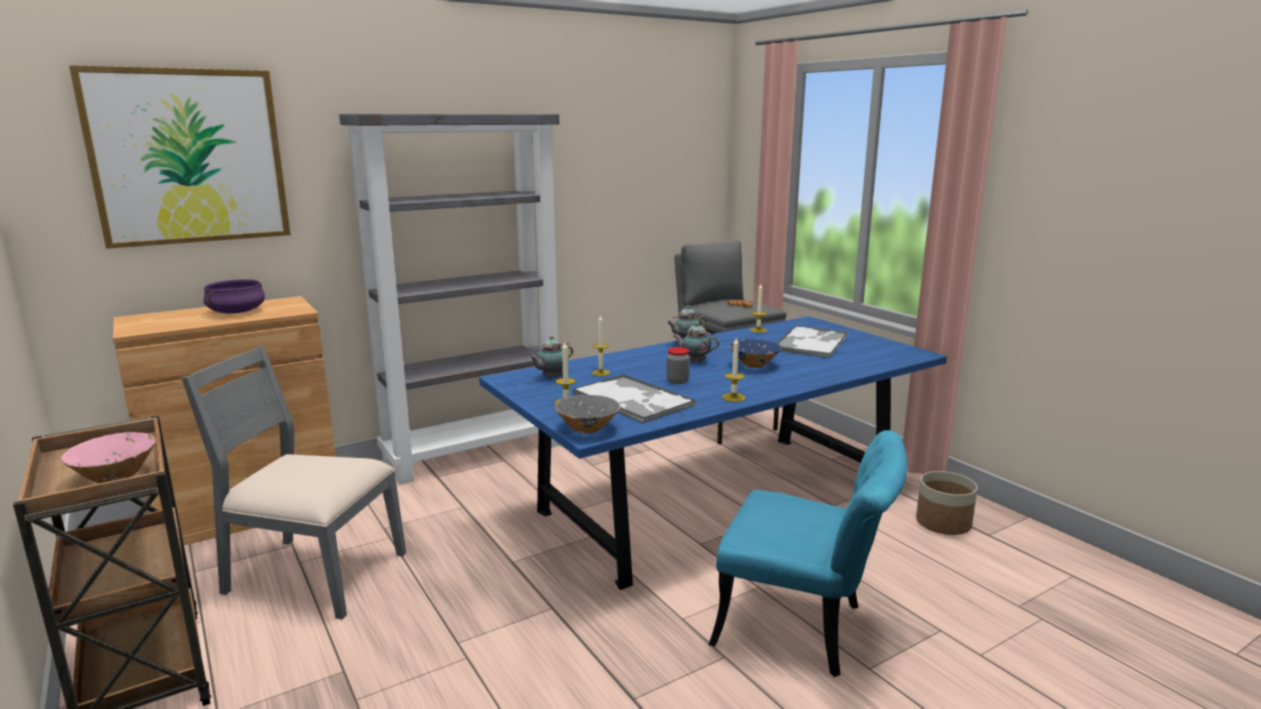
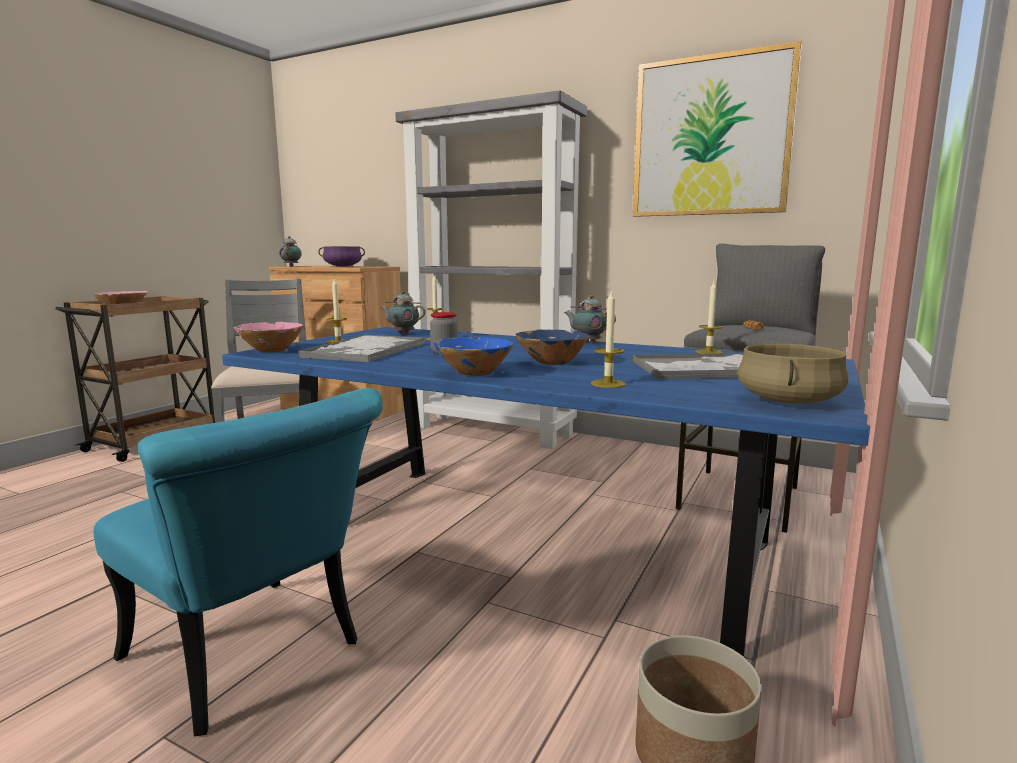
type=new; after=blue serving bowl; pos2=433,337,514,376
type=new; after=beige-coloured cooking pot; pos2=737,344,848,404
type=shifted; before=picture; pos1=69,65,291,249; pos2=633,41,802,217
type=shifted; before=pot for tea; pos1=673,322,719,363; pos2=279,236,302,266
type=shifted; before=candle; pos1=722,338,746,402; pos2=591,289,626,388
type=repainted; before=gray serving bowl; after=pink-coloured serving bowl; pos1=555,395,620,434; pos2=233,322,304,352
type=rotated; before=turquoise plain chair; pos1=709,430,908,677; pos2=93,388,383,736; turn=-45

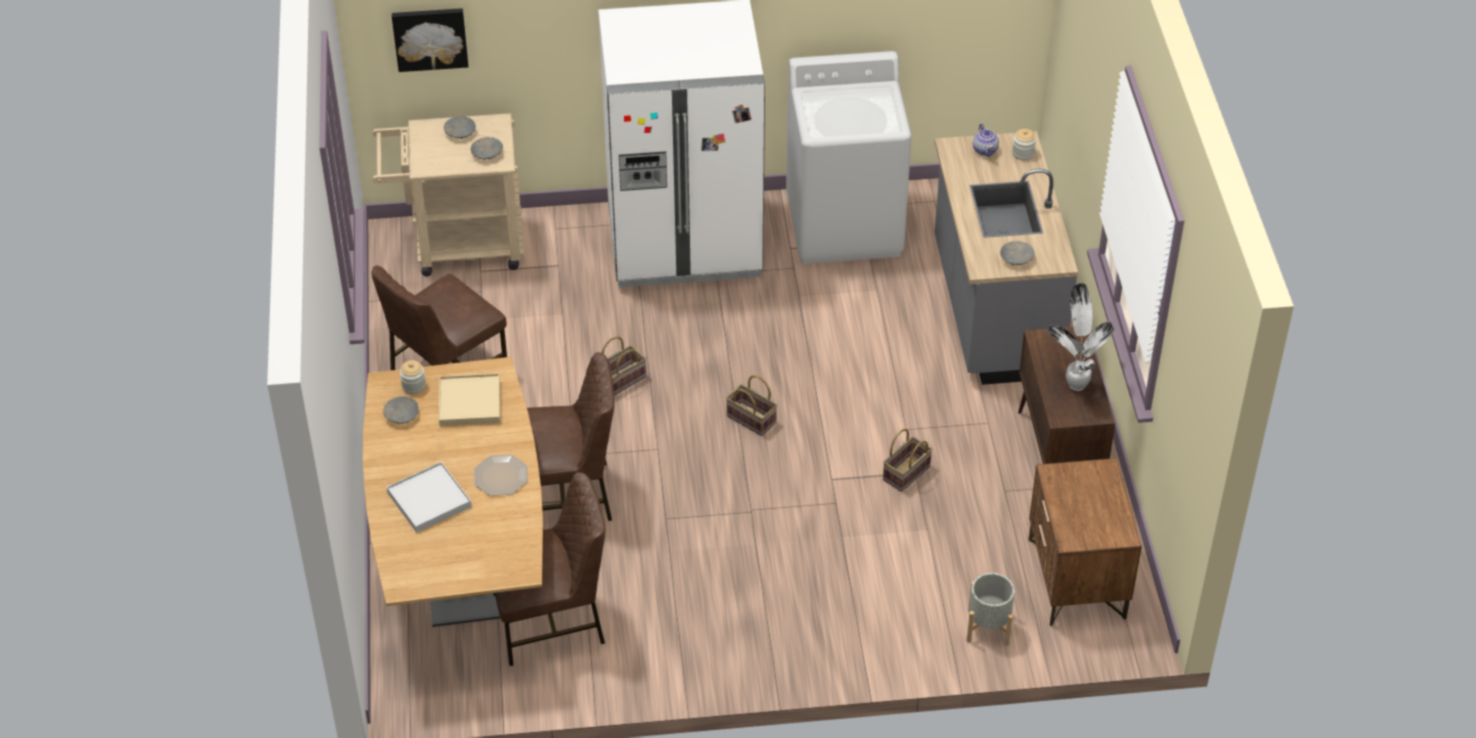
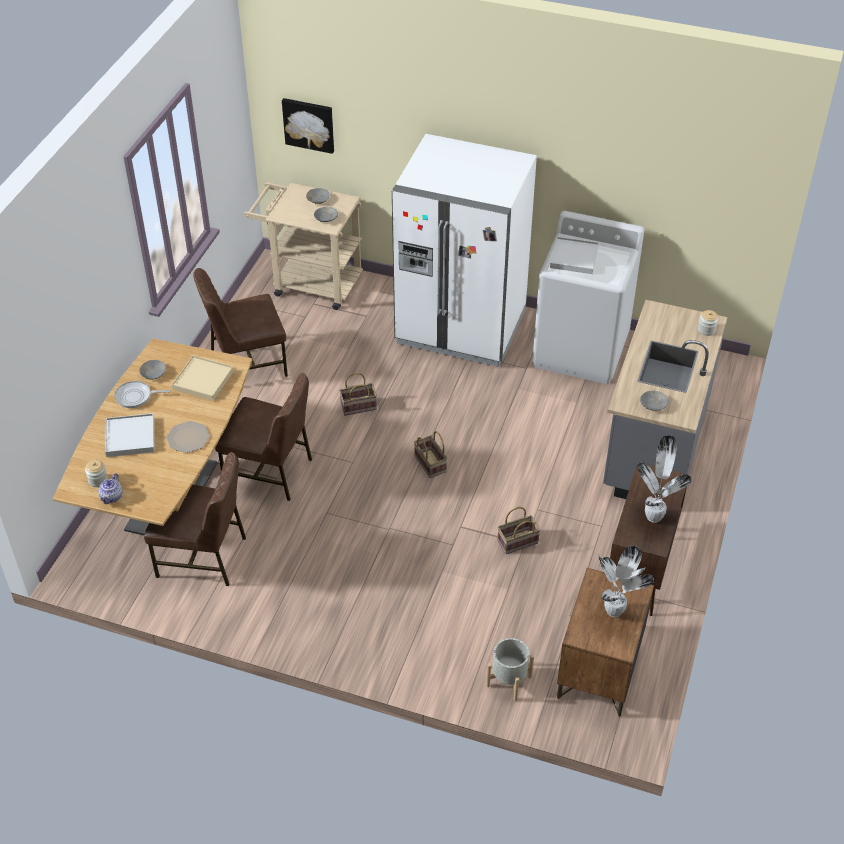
type=new; after=skillet; pos2=114,381,170,408
type=new; after=white-coloured carrying tray; pos2=550,237,599,274
type=new; after=plant in a pot; pos2=598,546,654,617
type=shifted; before=jar; pos1=400,360,426,394; pos2=85,460,108,487
type=shifted; before=pot for tea; pos1=973,124,999,157; pos2=98,473,123,504

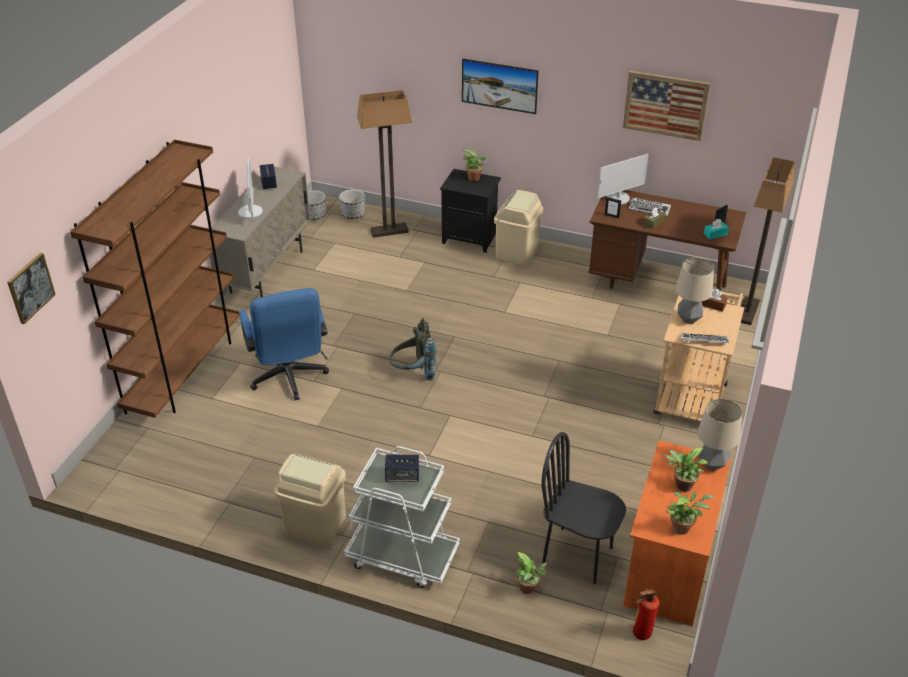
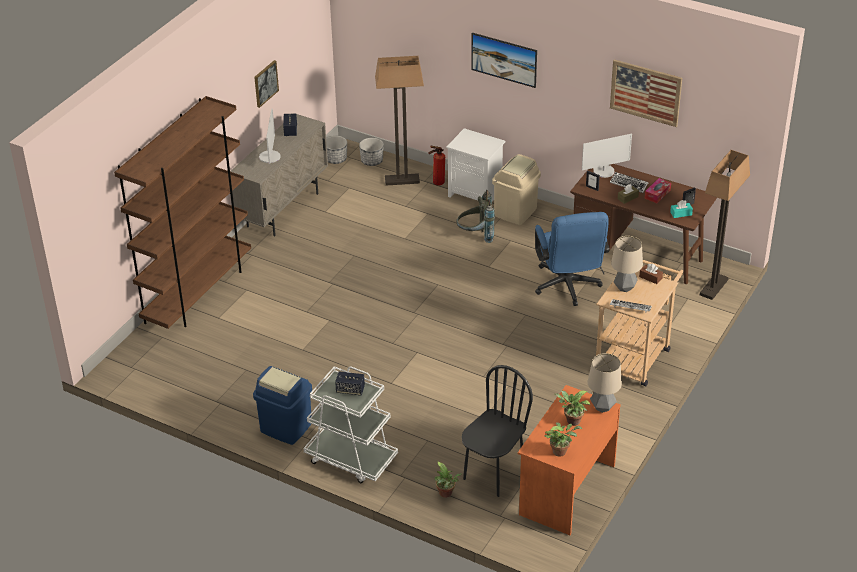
type=gone; before=plant in a pot; pos1=463,150,489,181
type=new; after=box of tissues; pos2=645,178,671,203
type=shifted; before=picture; pos1=7,253,56,324; pos2=254,60,279,108
type=shifted; before=blue office chair; pos1=239,288,329,400; pos2=535,212,610,306
type=shifted; before=gray rucksack; pos1=389,318,436,381; pos2=456,190,495,243
type=shifted; before=fire-fighting cylinder; pos1=633,589,659,640; pos2=428,146,445,185
type=repainted; before=beige-coloured waste bin; after=blue waste bin; pos1=274,454,346,546; pos2=253,366,312,445
type=repainted; before=black-coloured night table; after=white-coloured night table; pos1=440,169,501,253; pos2=446,128,505,202
type=rotated; before=black-coloured plain chair; pos1=542,432,626,584; pos2=462,365,533,497; turn=90

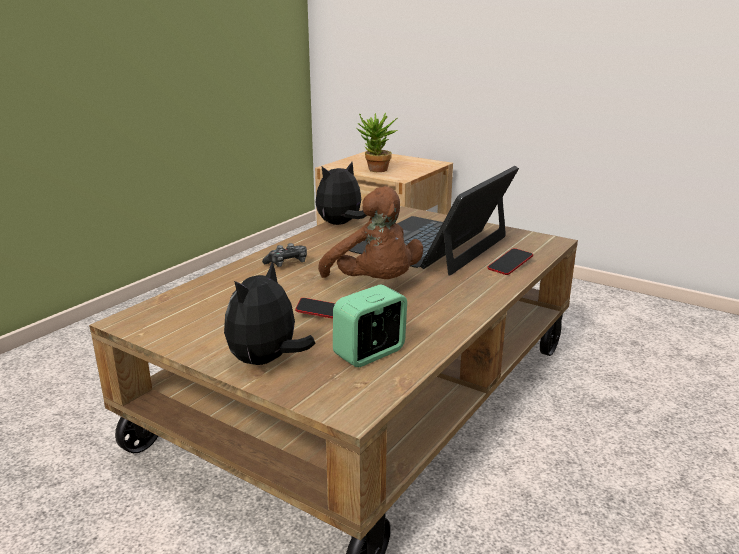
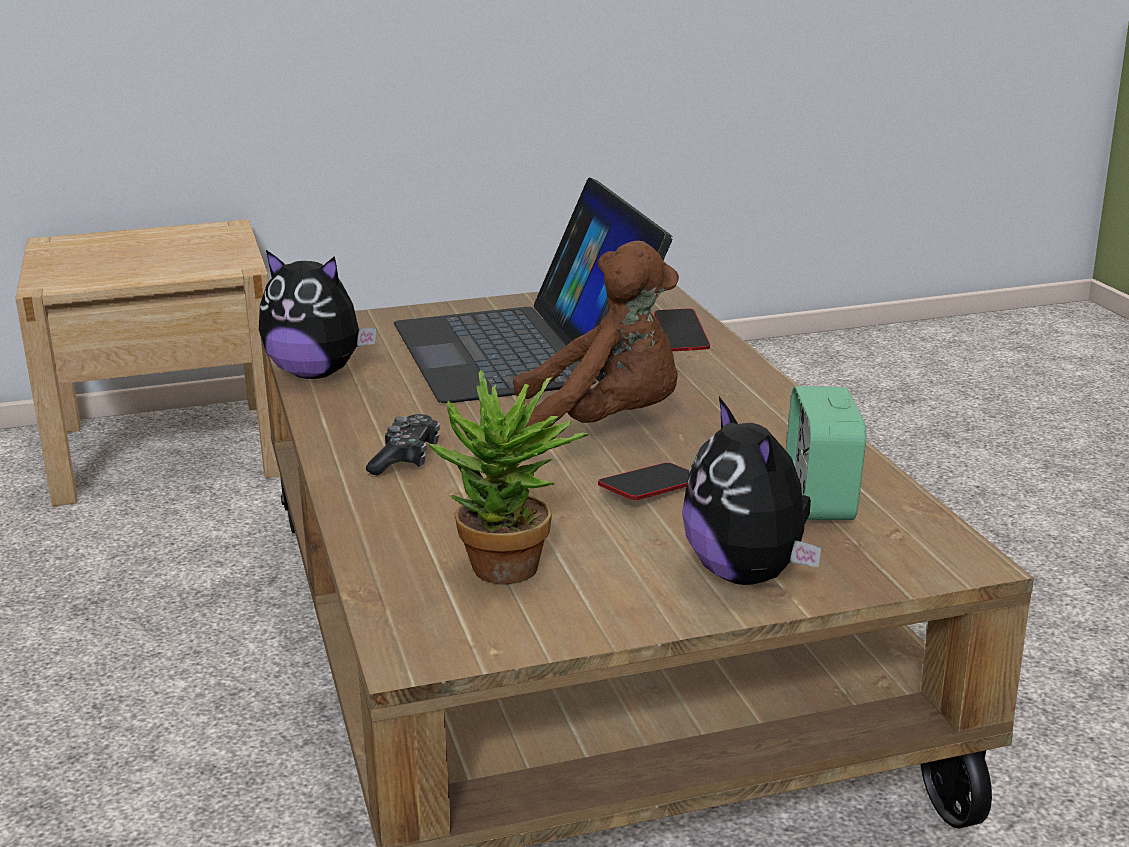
type=shifted; before=plant in a pot; pos1=357,113,398,172; pos2=427,370,589,585
type=rotated; before=plush toy; pos1=316,162,367,225; pos2=259,250,376,379; turn=-75

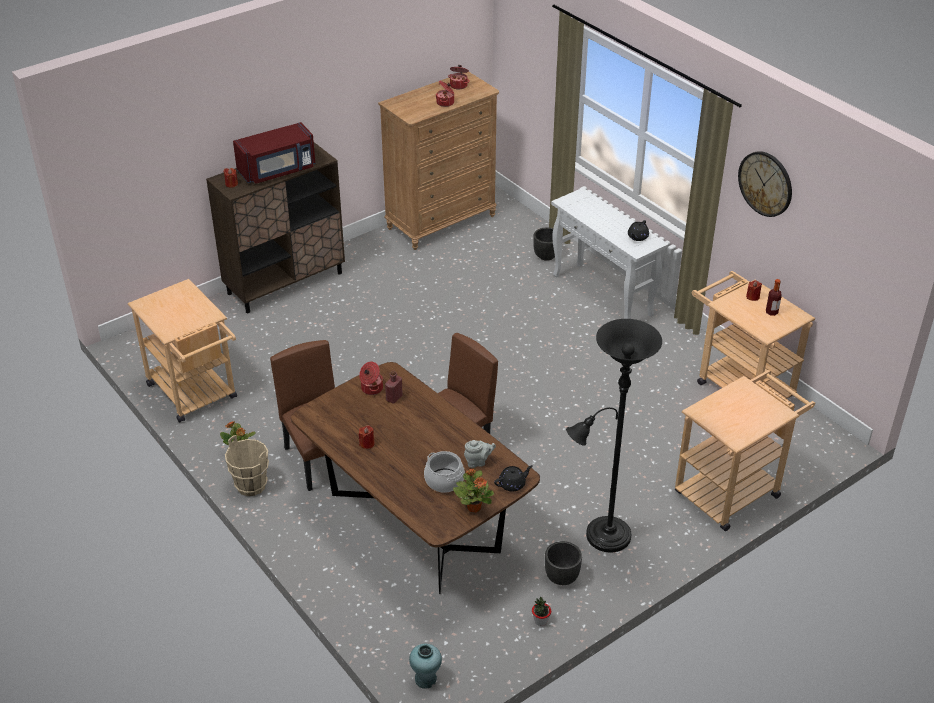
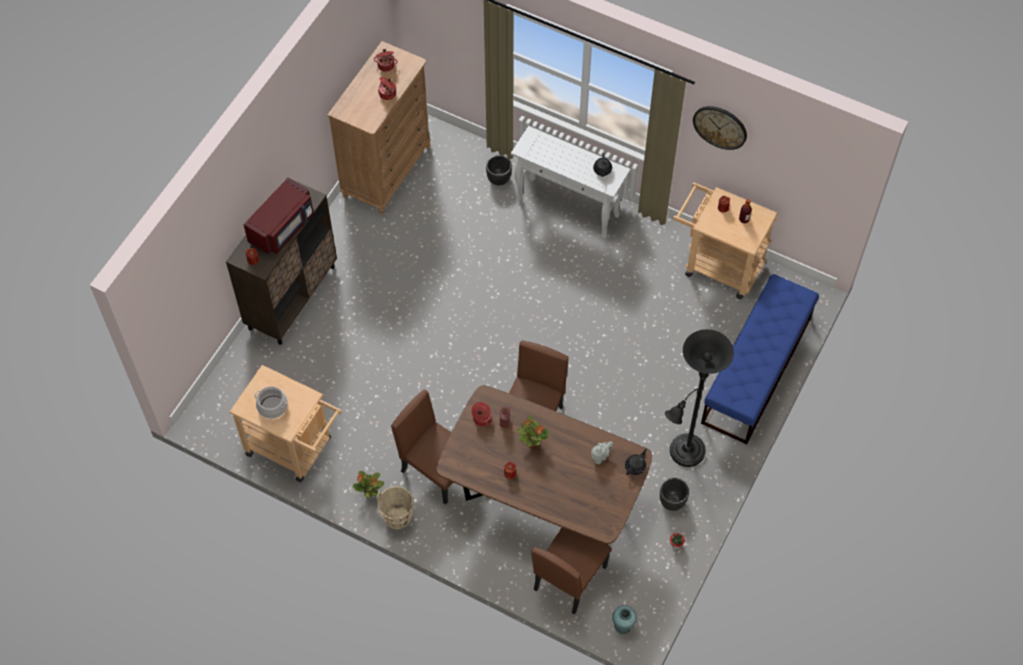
type=new; after=brown-coloured plain chair; pos2=531,527,611,615
type=shifted; before=cooking pot; pos1=424,451,465,493; pos2=255,386,288,419
type=shifted; before=plant in a pot; pos1=453,469,494,512; pos2=517,416,550,447
type=swapped; before=beige-coloured trolley; after=blue bench; pos1=675,370,815,531; pos2=701,274,819,445

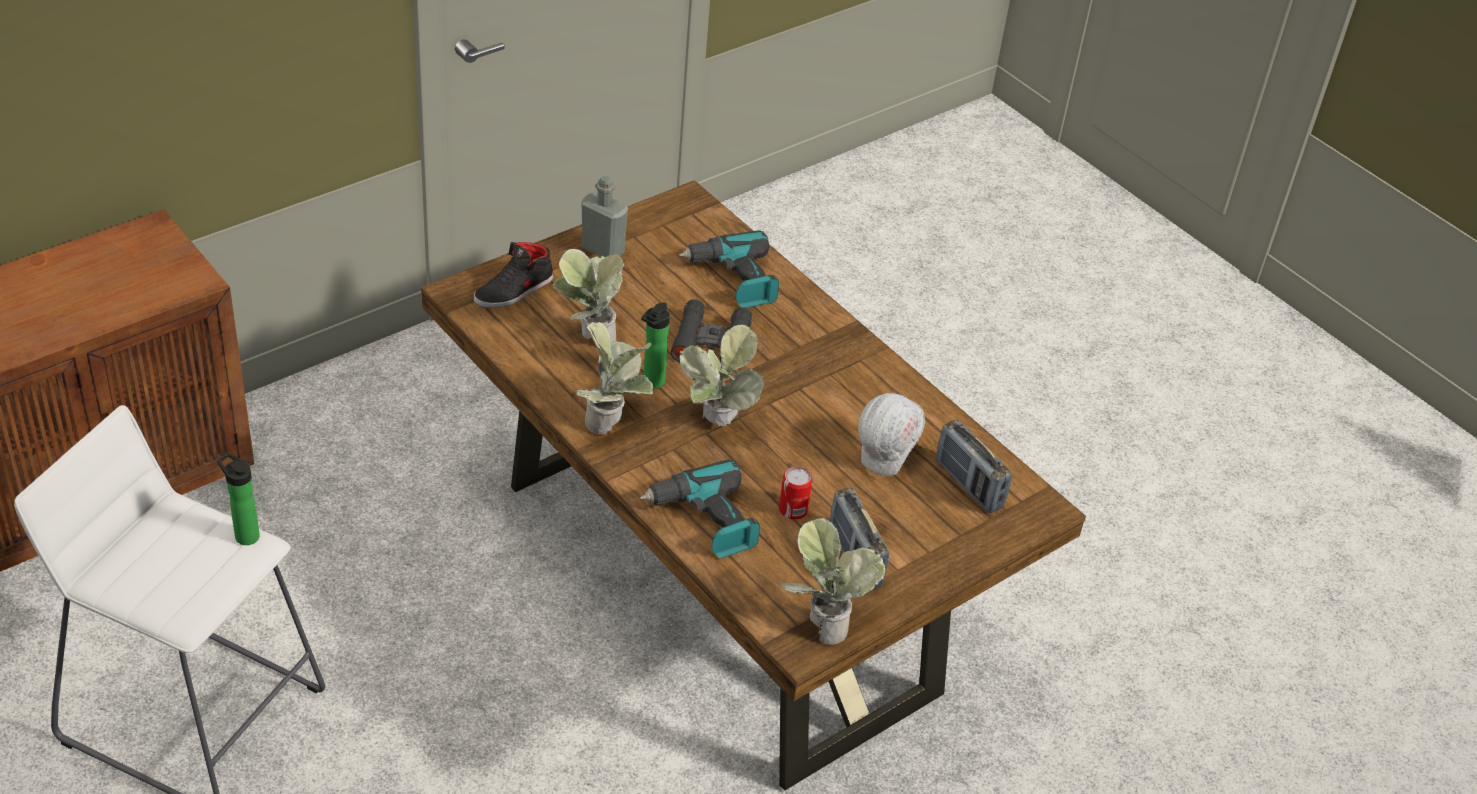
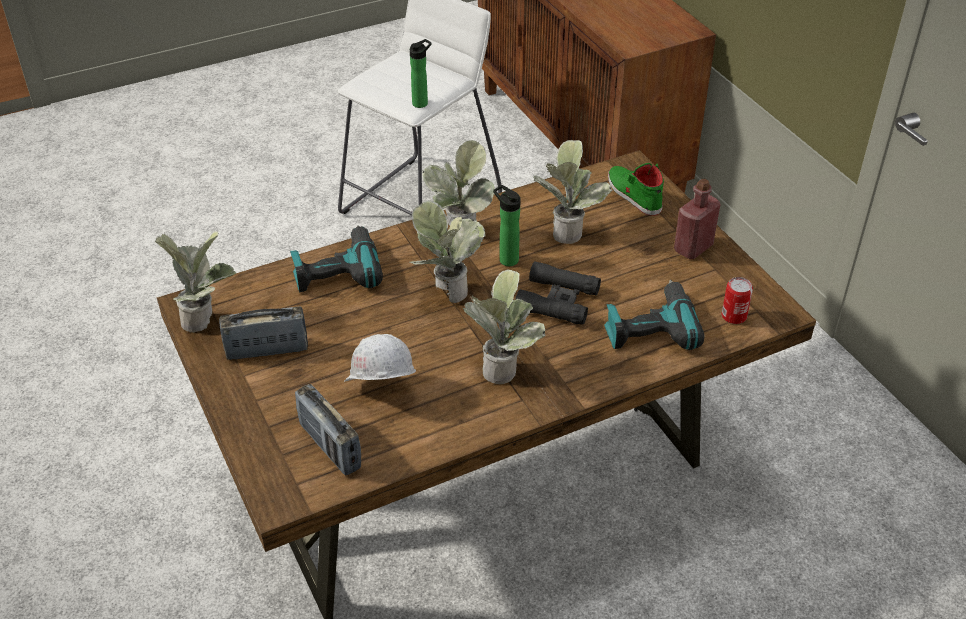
type=new; after=plant in a pot; pos2=463,269,546,384
type=shifted; before=sealed can; pos1=779,466,812,520; pos2=722,277,753,324
type=repainted; before=black-coloured item of footwear; after=green-coloured item of footwear; pos1=474,242,553,308; pos2=608,163,664,216
type=repainted; before=gray beverage bottle; after=reddish beverage bottle; pos1=581,176,628,257; pos2=674,179,720,260
type=rotated; before=radio receiver; pos1=936,420,1012,513; pos2=295,384,361,475; turn=-105

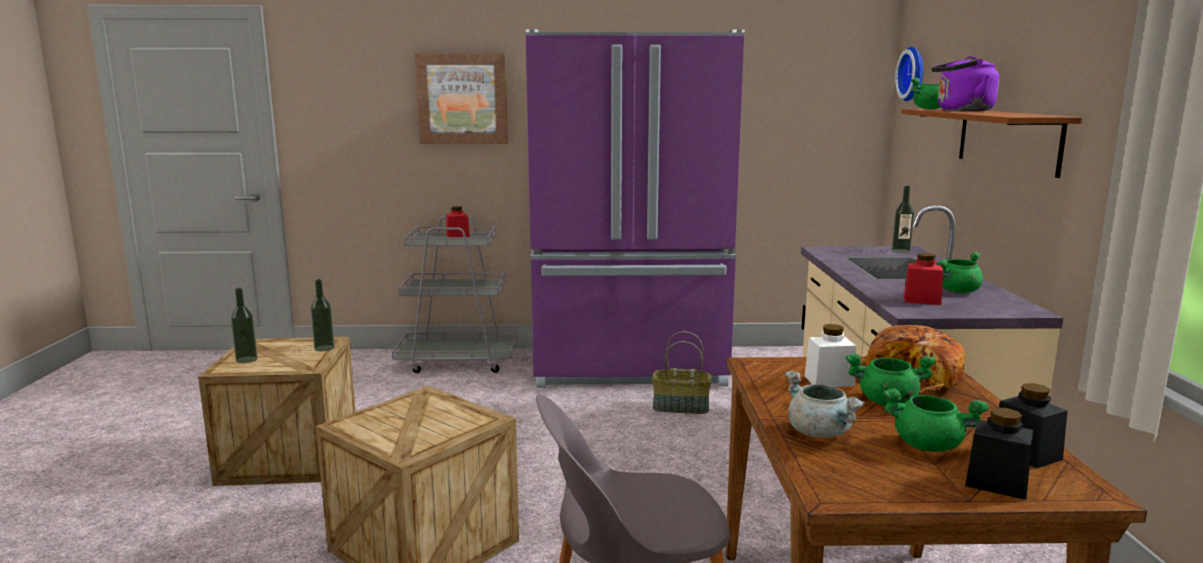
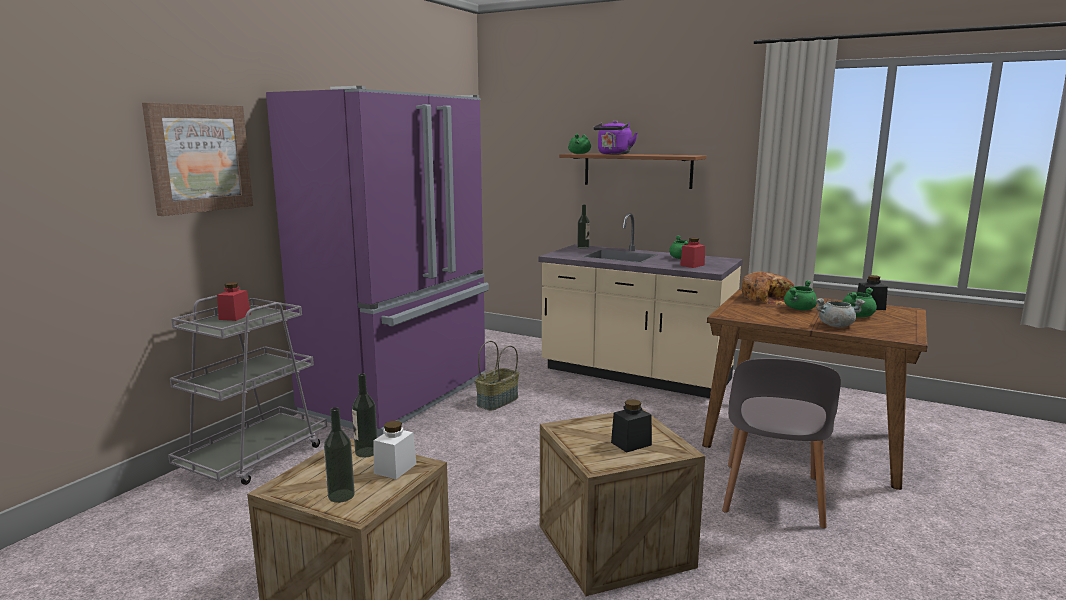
type=gone; before=hanging clock; pos1=895,47,923,101
type=shifted; before=white-coloured jar; pos1=805,324,856,387; pos2=374,421,416,479
type=shifted; before=black-coloured jar; pos1=965,407,1033,500; pos2=611,399,652,453

